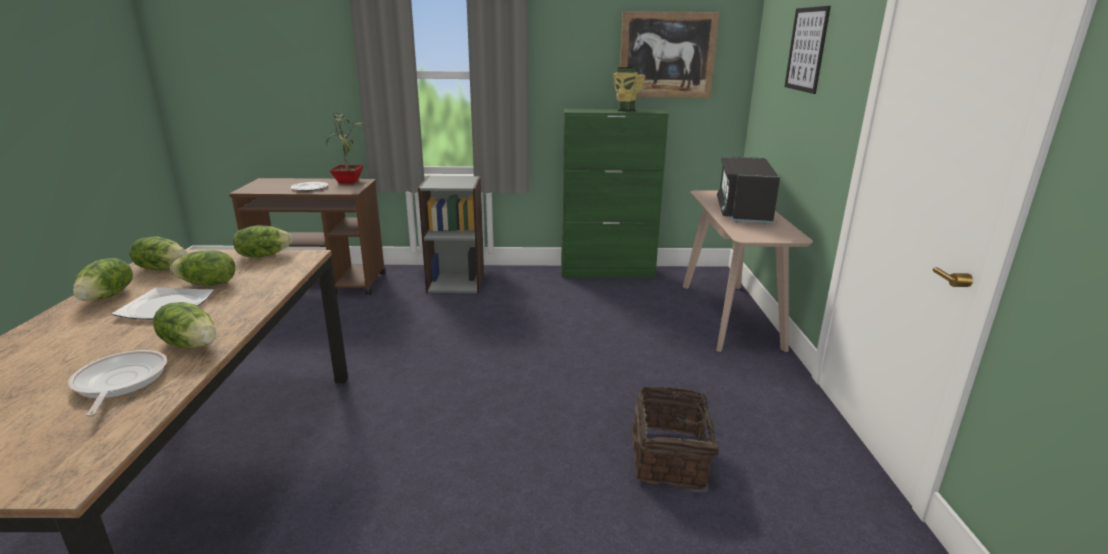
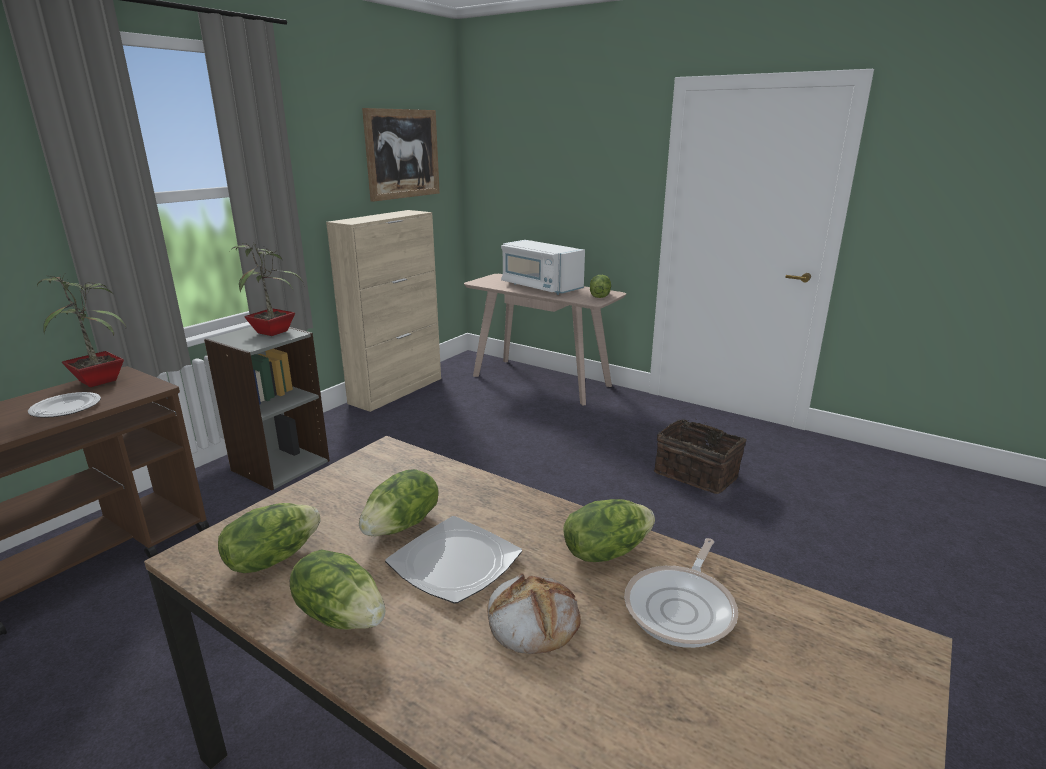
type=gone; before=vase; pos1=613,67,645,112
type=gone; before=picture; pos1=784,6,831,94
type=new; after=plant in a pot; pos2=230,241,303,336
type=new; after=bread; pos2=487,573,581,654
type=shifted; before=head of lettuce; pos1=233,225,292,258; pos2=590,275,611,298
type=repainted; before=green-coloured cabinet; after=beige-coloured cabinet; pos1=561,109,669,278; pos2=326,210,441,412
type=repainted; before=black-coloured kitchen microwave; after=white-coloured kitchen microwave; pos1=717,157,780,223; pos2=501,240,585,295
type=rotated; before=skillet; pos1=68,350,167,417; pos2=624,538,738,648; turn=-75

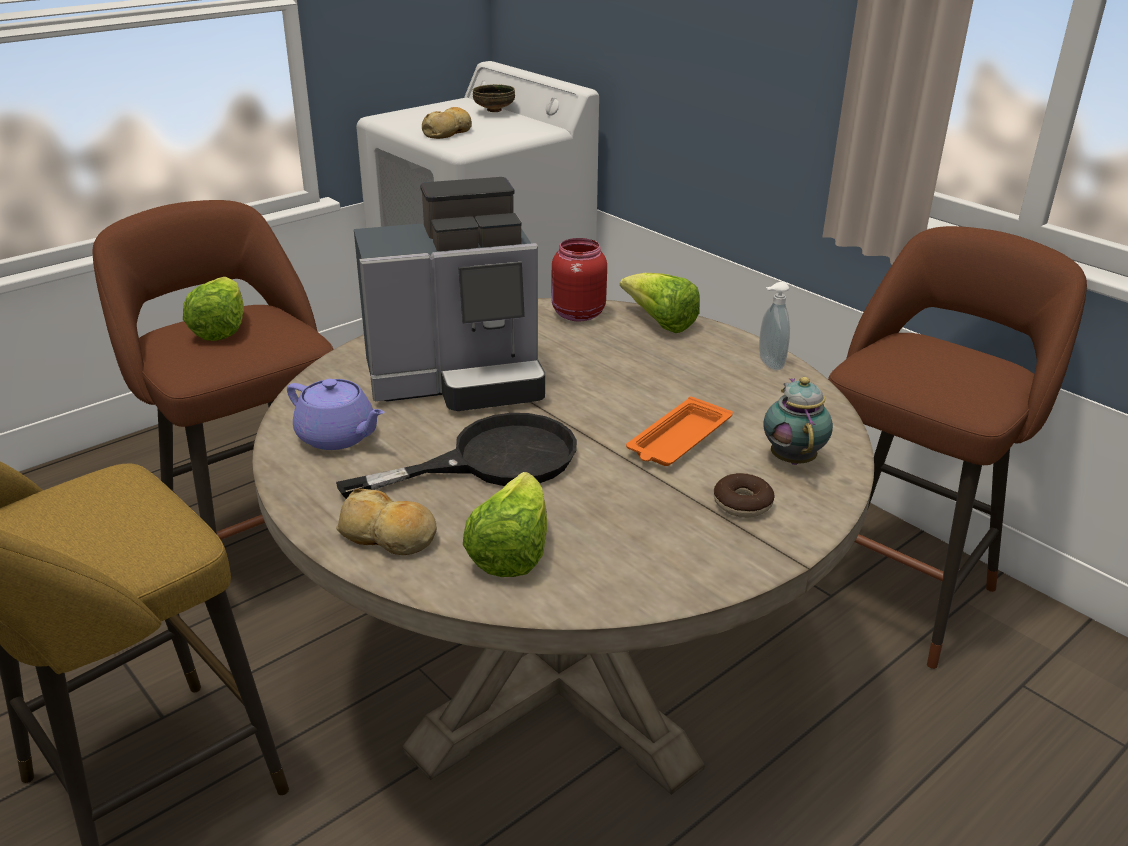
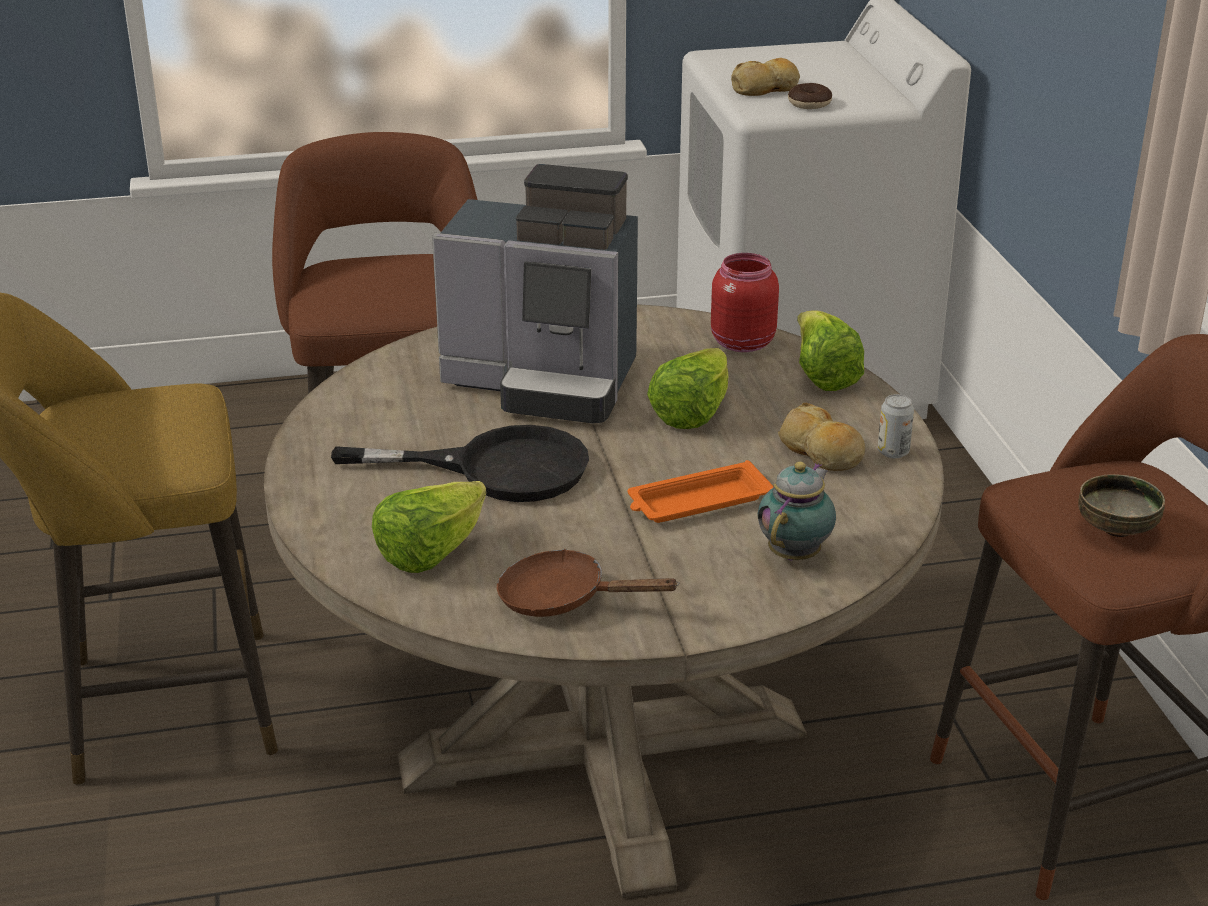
type=gone; before=purplish pot for tea; pos1=287,379,385,450
type=new; after=brown-coloured skillet; pos2=497,549,679,617
type=shifted; before=head of lettuce; pos1=183,277,244,341; pos2=647,348,729,429
type=shifted; before=bread; pos1=336,488,437,555; pos2=778,402,865,471
type=shifted; before=serving bowl; pos1=473,84,515,112; pos2=1078,474,1165,537
type=shifted; before=ring doughnut; pos1=714,473,775,518; pos2=788,83,832,109
type=swapped; before=soap dispenser; after=sealed can; pos1=759,282,790,370; pos2=878,394,914,458

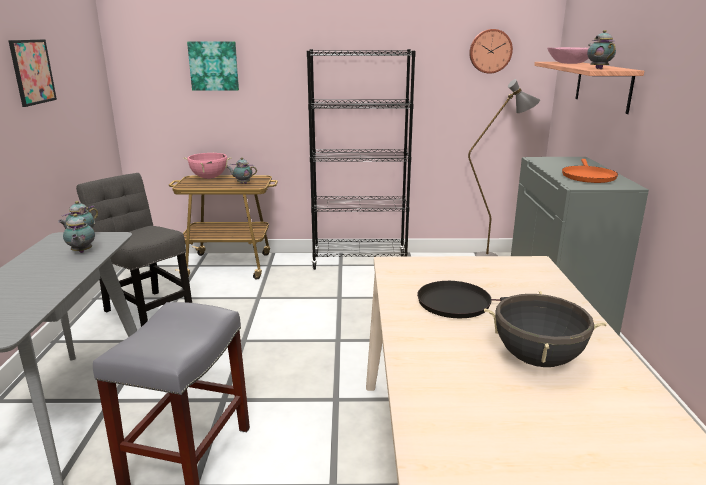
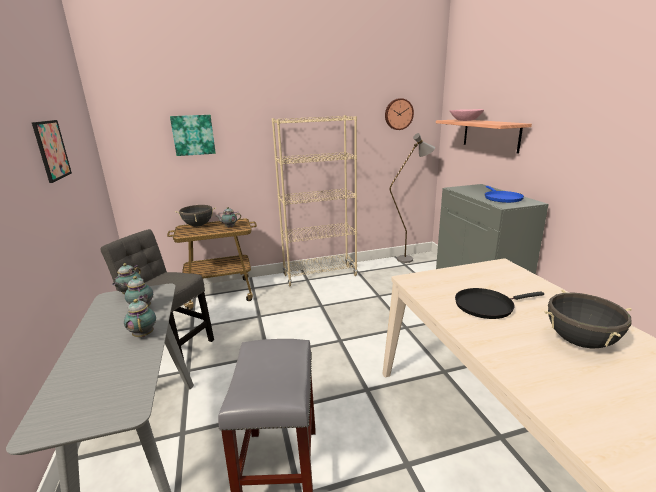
type=shifted; before=pot for tea; pos1=587,30,616,69; pos2=124,299,156,337
type=repainted; before=pink-coloured cooking pot; after=black-coloured cooking pot; pos1=183,153,231,179; pos2=175,205,216,227
type=repainted; before=black-coloured shelving unit; after=beige-coloured shelving unit; pos1=307,49,416,270; pos2=272,115,358,286
type=repainted; before=orange-coloured skillet; after=blue skillet; pos1=562,159,618,183; pos2=485,186,524,203

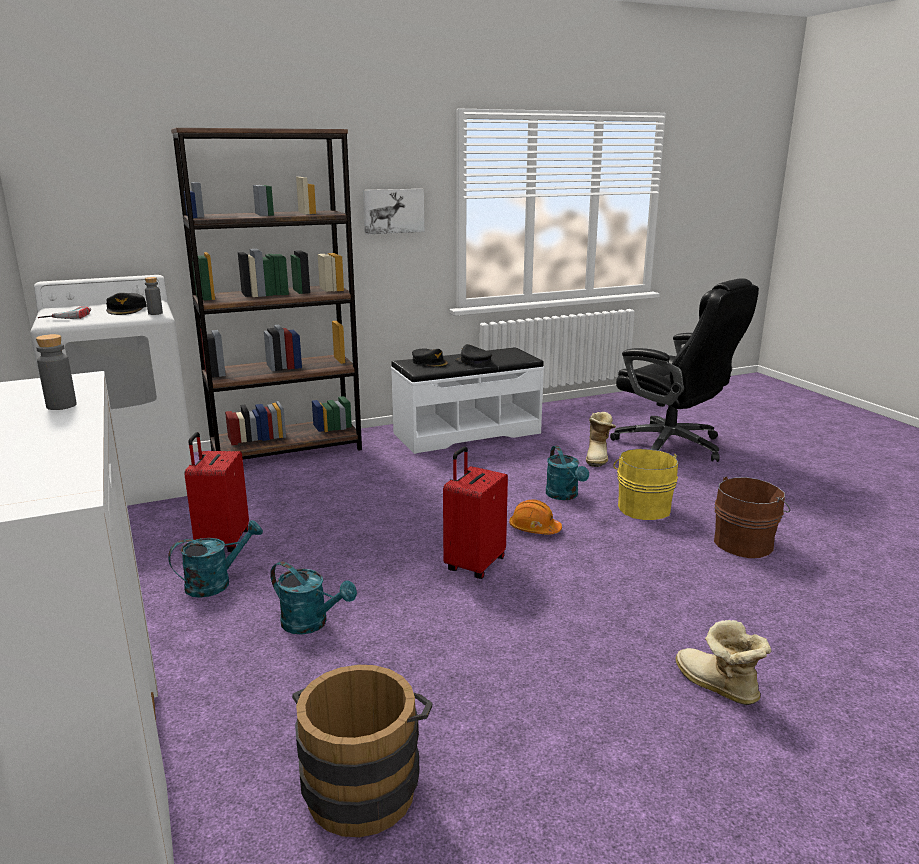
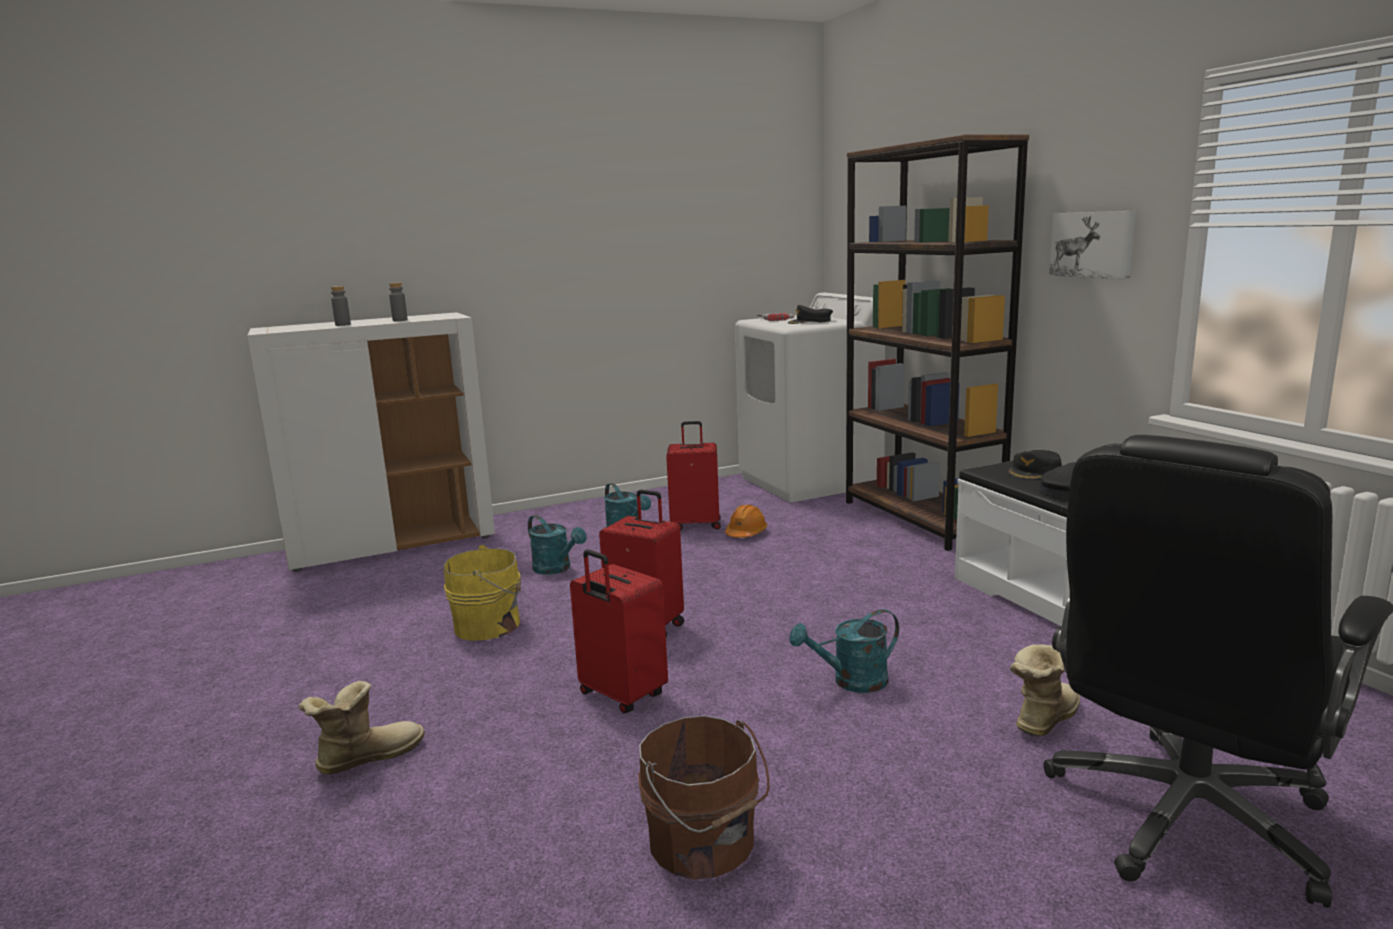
type=gone; before=brown-coloured water bucket; pos1=292,665,433,837
type=new; after=reddish suitcase; pos2=570,550,668,713
type=shifted; before=gray beverage bottle; pos1=145,277,163,315; pos2=331,286,351,326
type=shifted; before=orange-coloured hard hat; pos1=509,499,562,535; pos2=725,505,767,538
type=shifted; before=yellow water bucket; pos1=613,449,678,520; pos2=443,545,522,641
type=rotated; before=turquoise sprinkling can; pos1=270,561,357,635; pos2=528,515,587,575; turn=-75
type=rotated; before=tall boot; pos1=586,412,616,467; pos2=1010,644,1080,737; turn=120

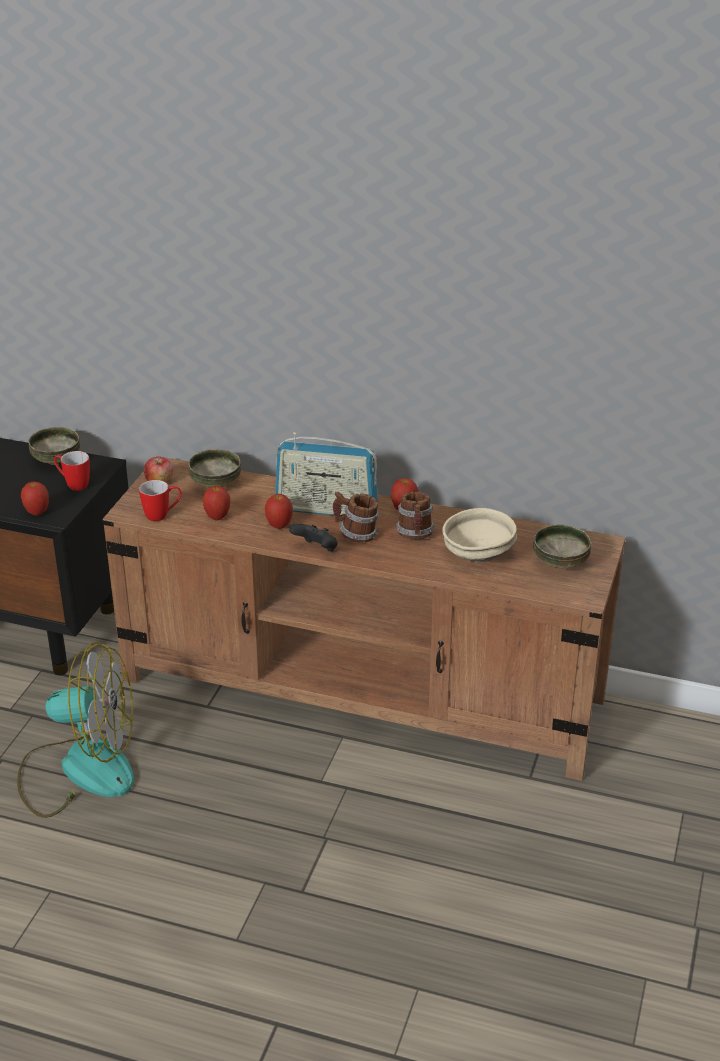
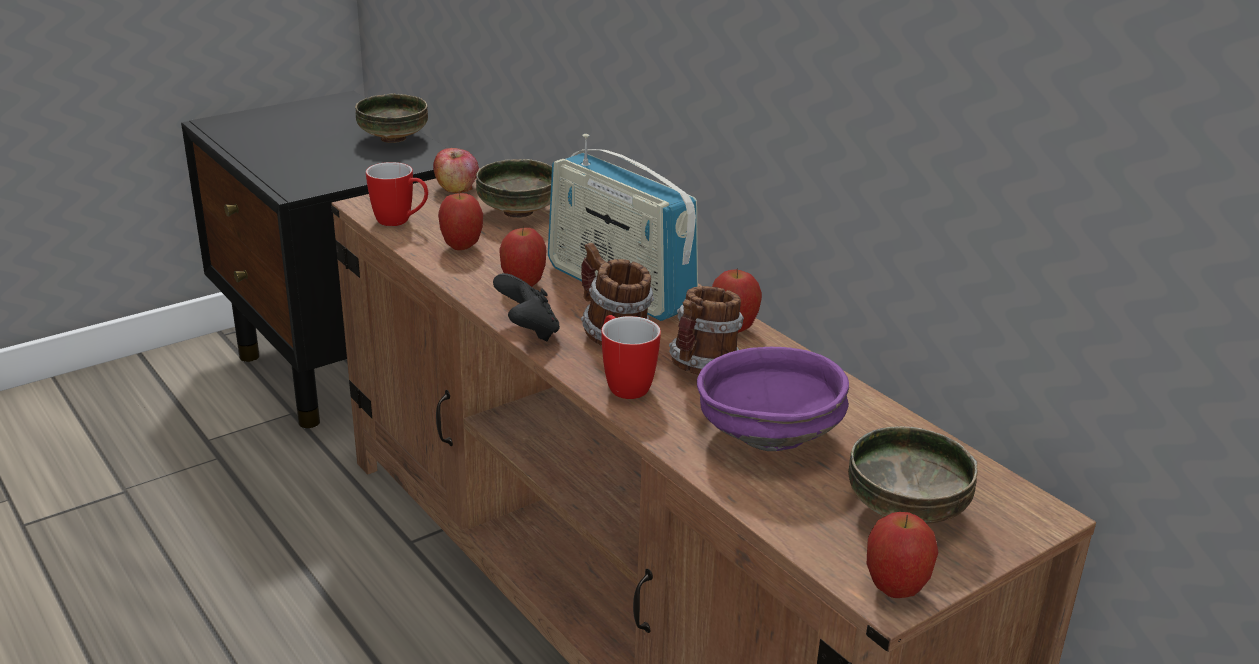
type=gone; before=cooling fan; pos1=17,642,134,818
type=shifted; before=apple fruit; pos1=21,482,49,516; pos2=867,512,938,598
type=shifted; before=coffee mug; pos1=54,451,90,491; pos2=601,315,661,399
type=repainted; before=beige-coloured serving bowl; after=purplish serving bowl; pos1=442,508,517,562; pos2=697,347,849,451

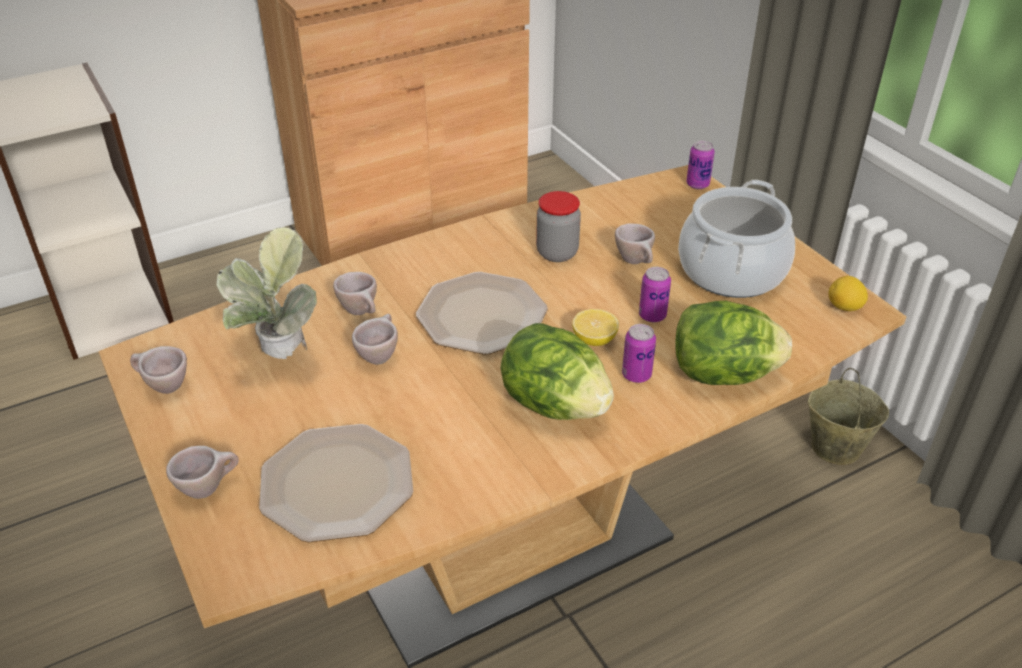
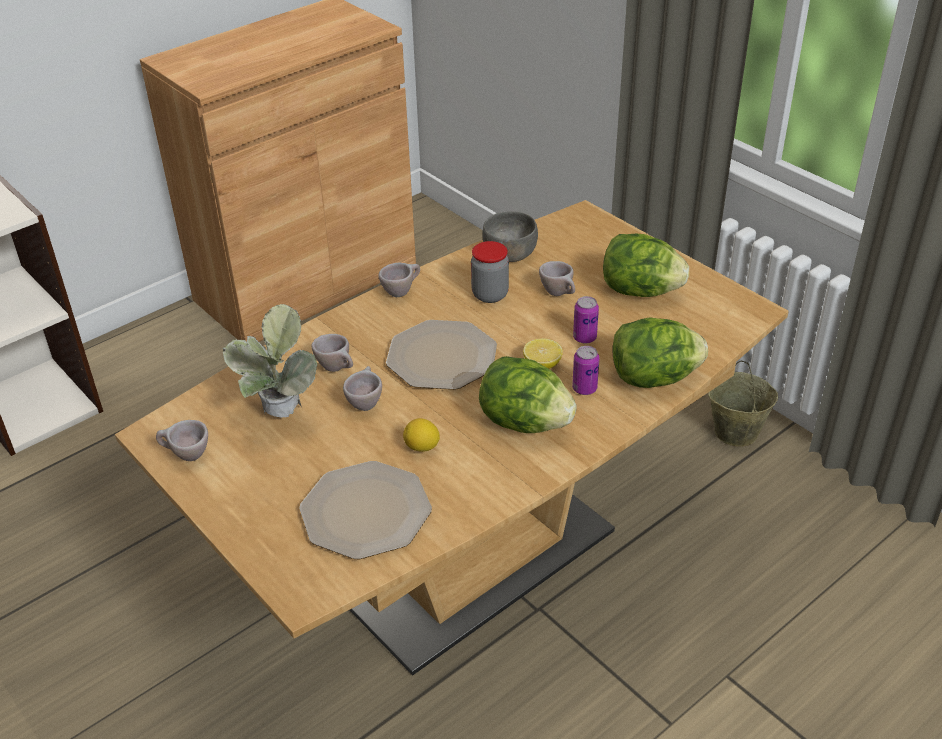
type=gone; before=sealed can; pos1=686,141,715,189
type=new; after=gray serving bowl; pos2=482,211,538,262
type=shifted; before=beige-coloured cup; pos1=166,446,239,499; pos2=378,263,420,297
type=shifted; before=citrus fruit; pos1=829,276,868,311; pos2=403,418,440,452
type=swapped; before=cooking pot; after=head of lettuce; pos1=678,180,795,298; pos2=603,234,689,297

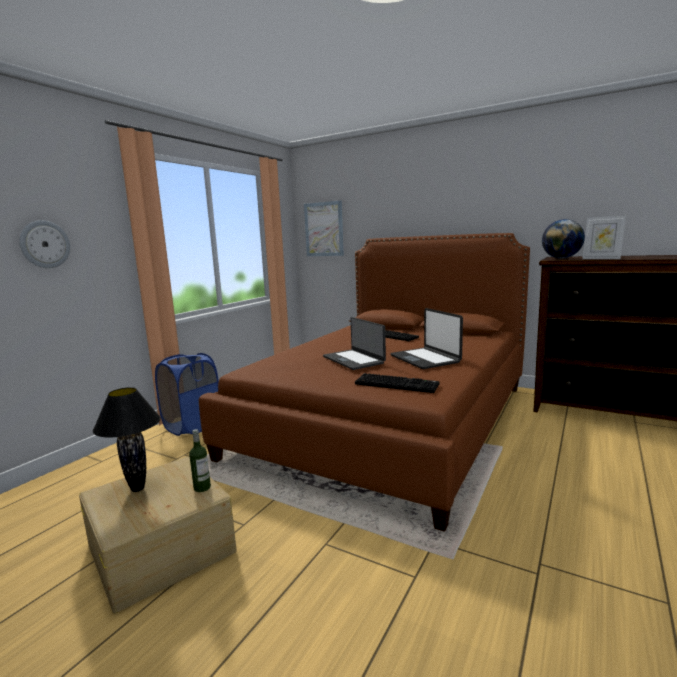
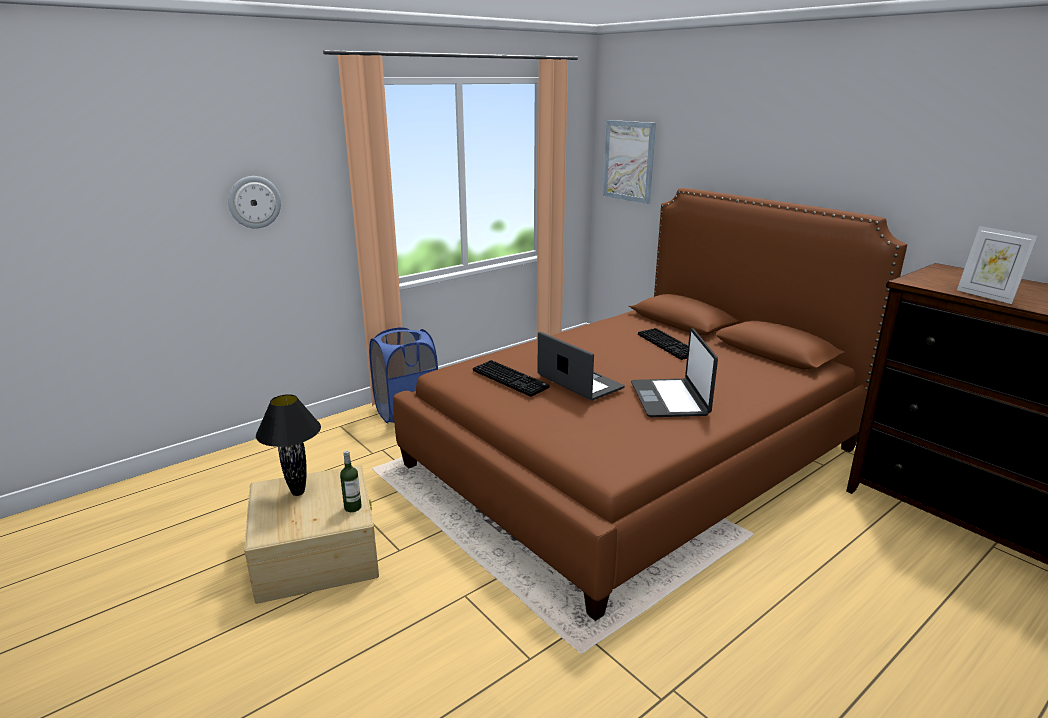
type=gone; before=desk globe; pos1=542,219,585,259
type=shifted; before=keyboard; pos1=355,373,439,393; pos2=473,360,549,397
type=rotated; before=notebook computer; pos1=323,317,386,370; pos2=537,332,625,401; turn=150

